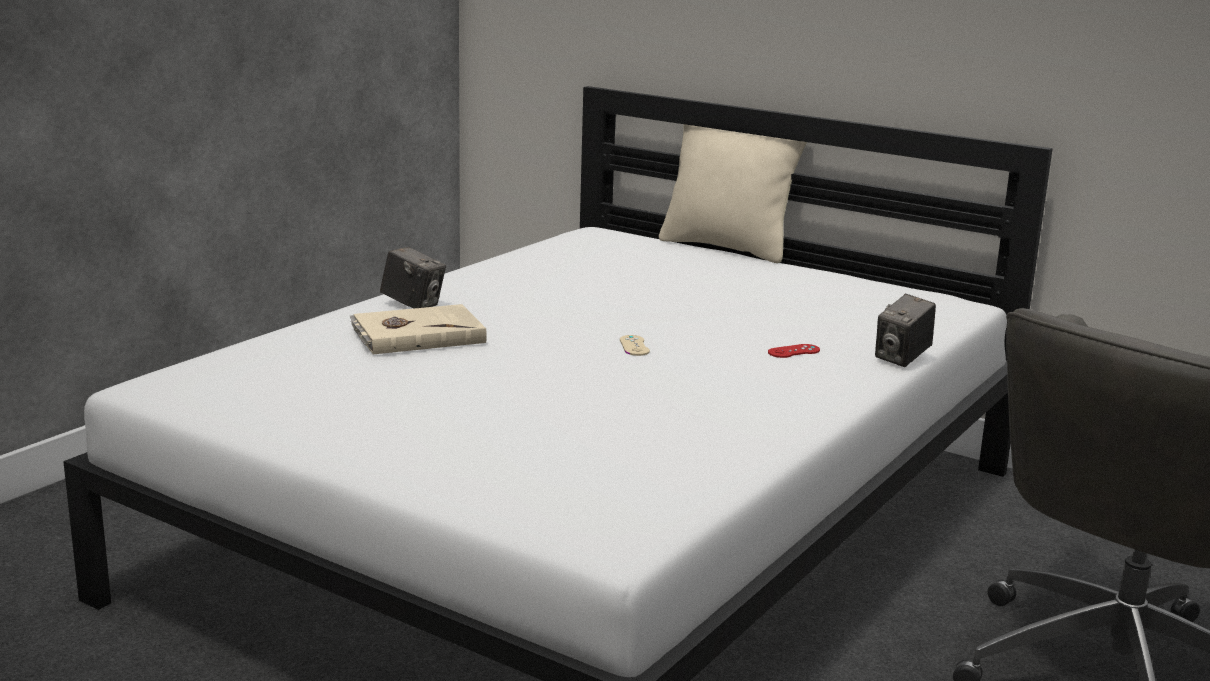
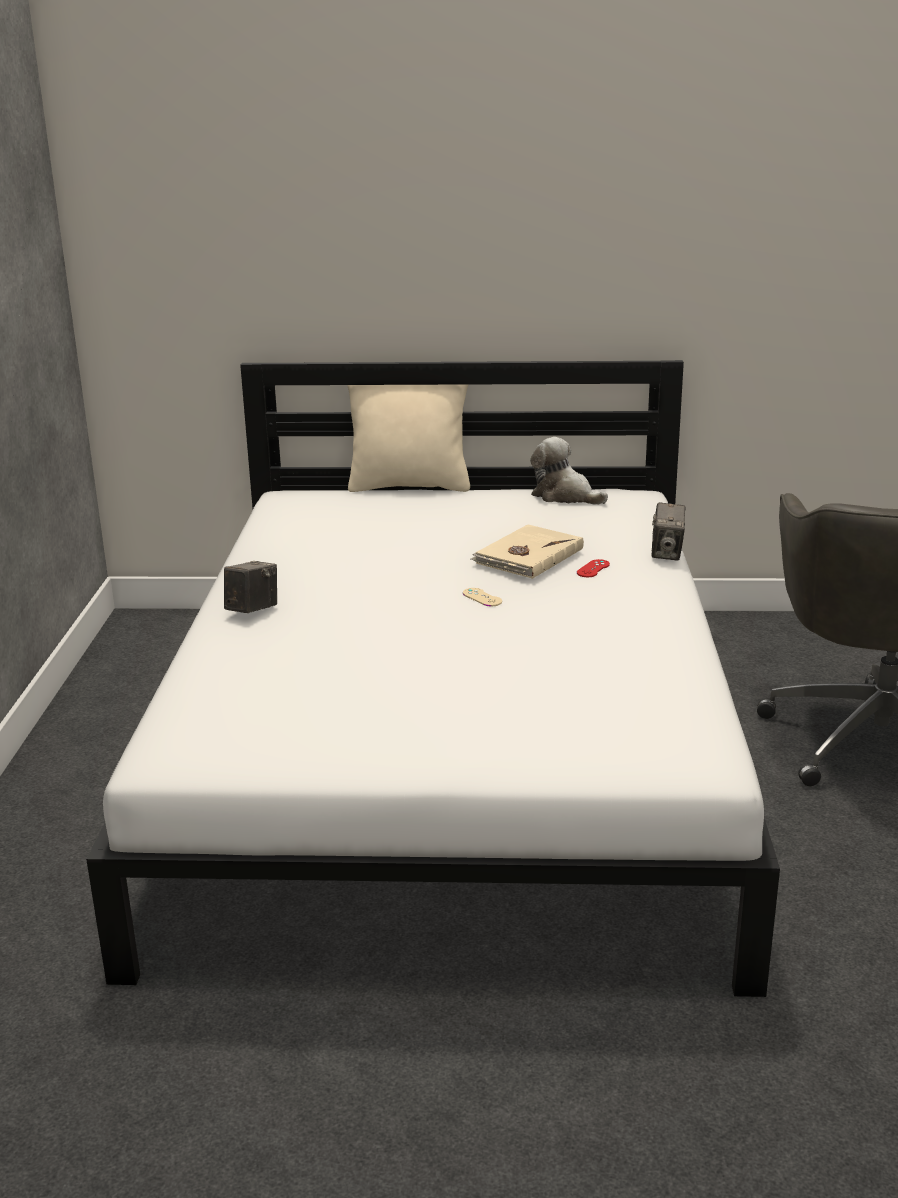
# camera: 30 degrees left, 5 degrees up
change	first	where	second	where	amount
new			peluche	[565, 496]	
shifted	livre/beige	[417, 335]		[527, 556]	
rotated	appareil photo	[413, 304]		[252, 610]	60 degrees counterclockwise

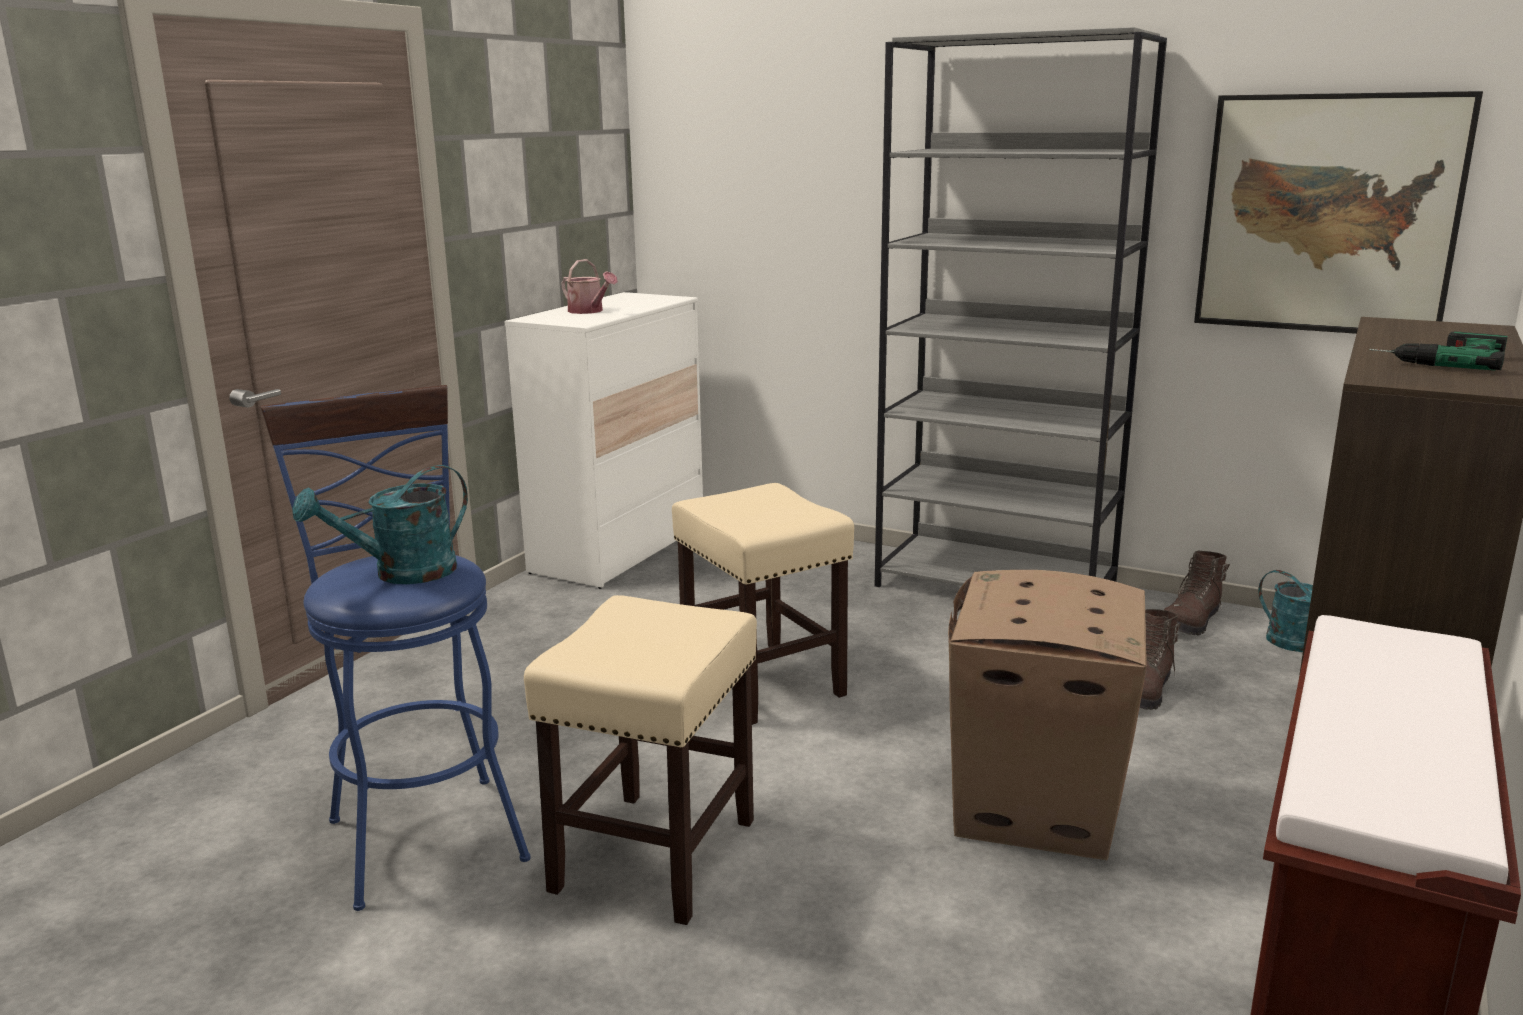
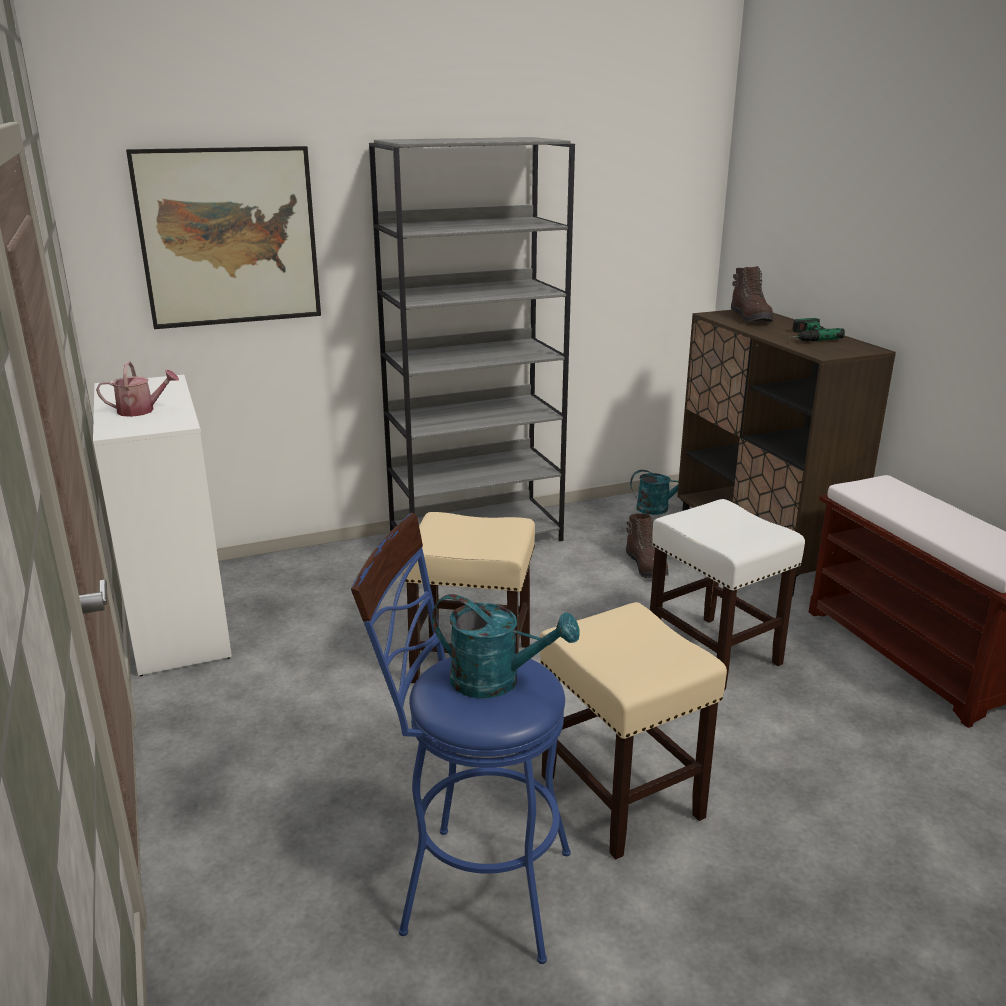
# camera: 50 degrees left, 5 degrees up
change	first	where	second	where	amount
shifted	botte/marron	[1191, 622]		[751, 318]	
shifted	tableau	[1328, 214]		[229, 237]	
swapped	carton	[1035, 809]	tabouret/blanc	[715, 653]	
rotated	arrosoir/turquoise	[401, 574]		[497, 681]	75 degrees counterclockwise

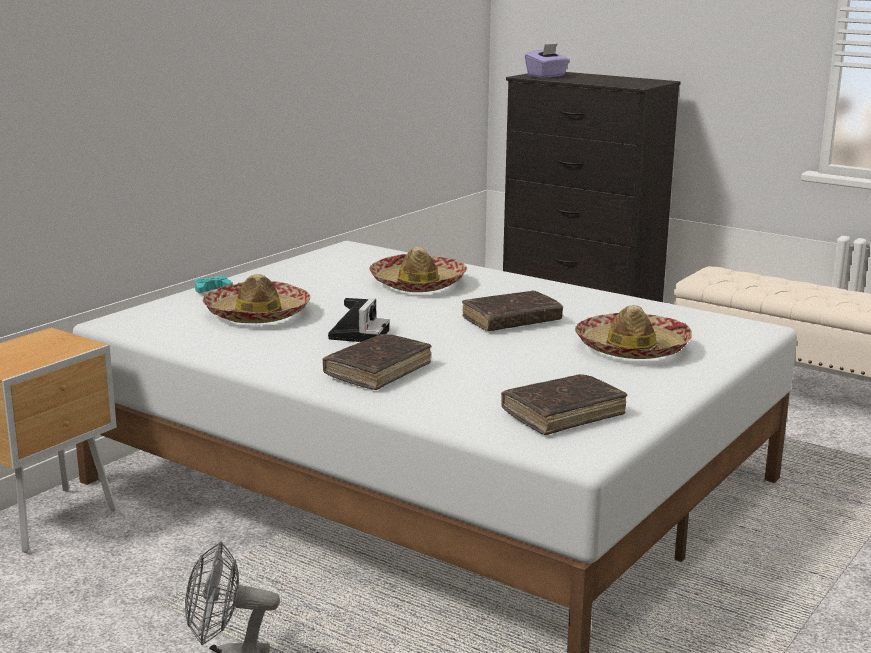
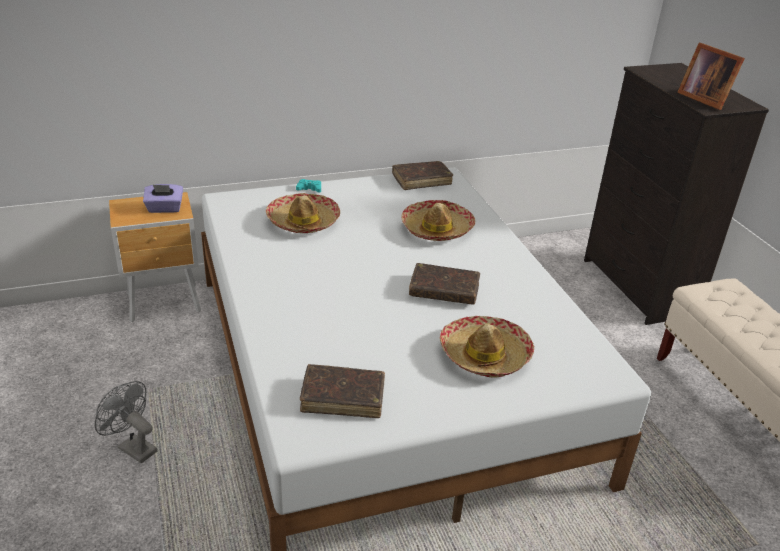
# camera: 35 degrees right, 15 degrees up
change	first	where	second	where	amount
gone	appareil photo	[358, 334]			
new			cadre photo	[704, 99]	
shifted	livre/marron	[378, 371]		[421, 180]	
shifted	boîte à mouchoirs/violet	[546, 76]		[165, 209]	

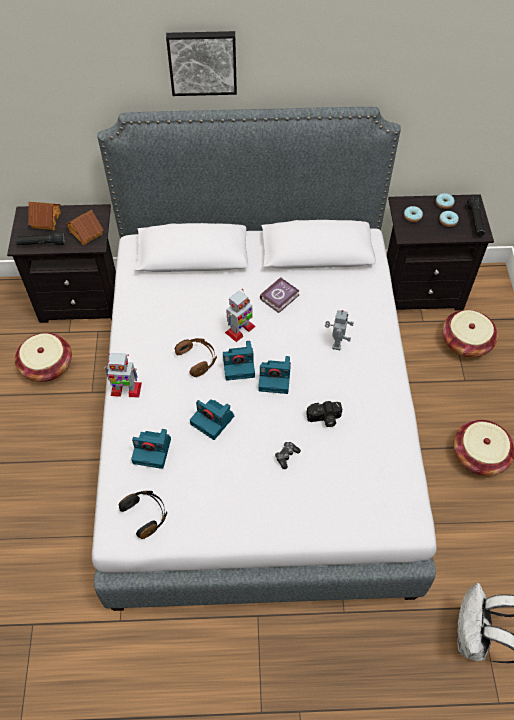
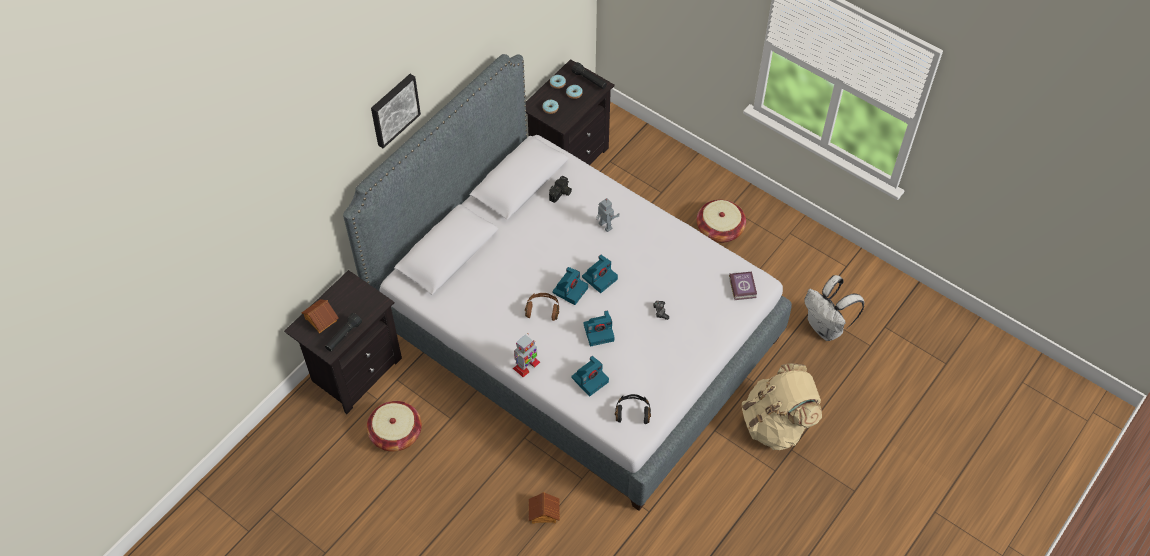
# camera: 50 degrees left, 0 degrees up
change	first	where	second	where	amount
gone	robot jouet	[240, 330]			
gone	panier	[466, 342]			
new			sac à dos/beige	[776, 424]	
shifted	maison miniature	[85, 233]		[543, 513]	
shifted	livre	[280, 297]		[743, 286]	
shifted	appareil photo	[324, 419]		[561, 194]	

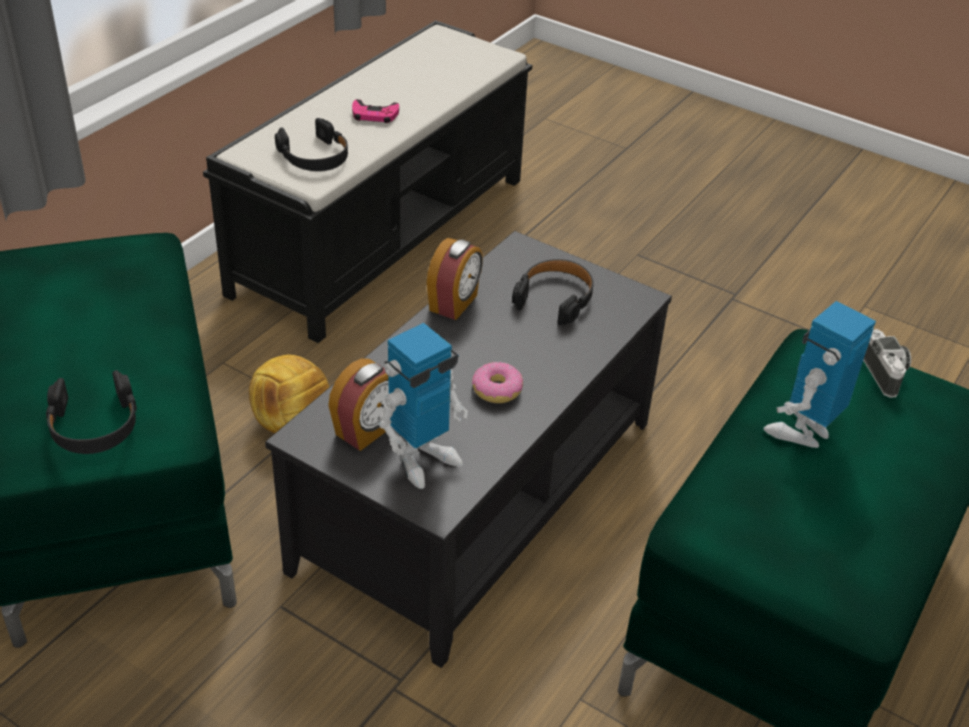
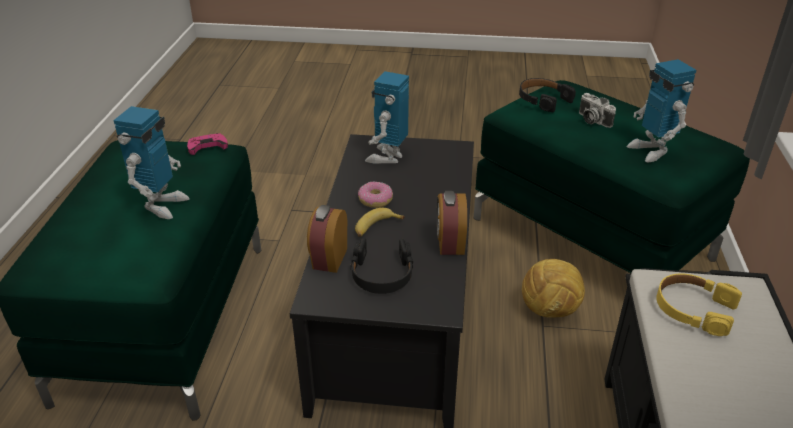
# camera: 155 degrees right, 5 degrees down
change	first	where	second	where	amount
new			banane	[376, 227]	
new			robot jouet	[651, 150]	
shifted	réveil	[367, 430]		[329, 259]	
shifted	manette/rose	[374, 115]		[207, 146]	
shifted	appareil photo	[886, 374]		[592, 120]	
repainted	casque audio/noir	[315, 156]	casque audio/jaune	[693, 309]	

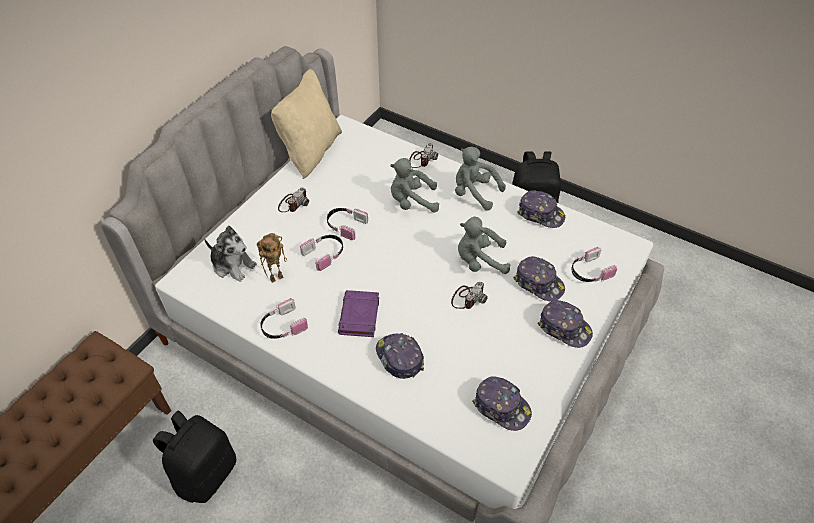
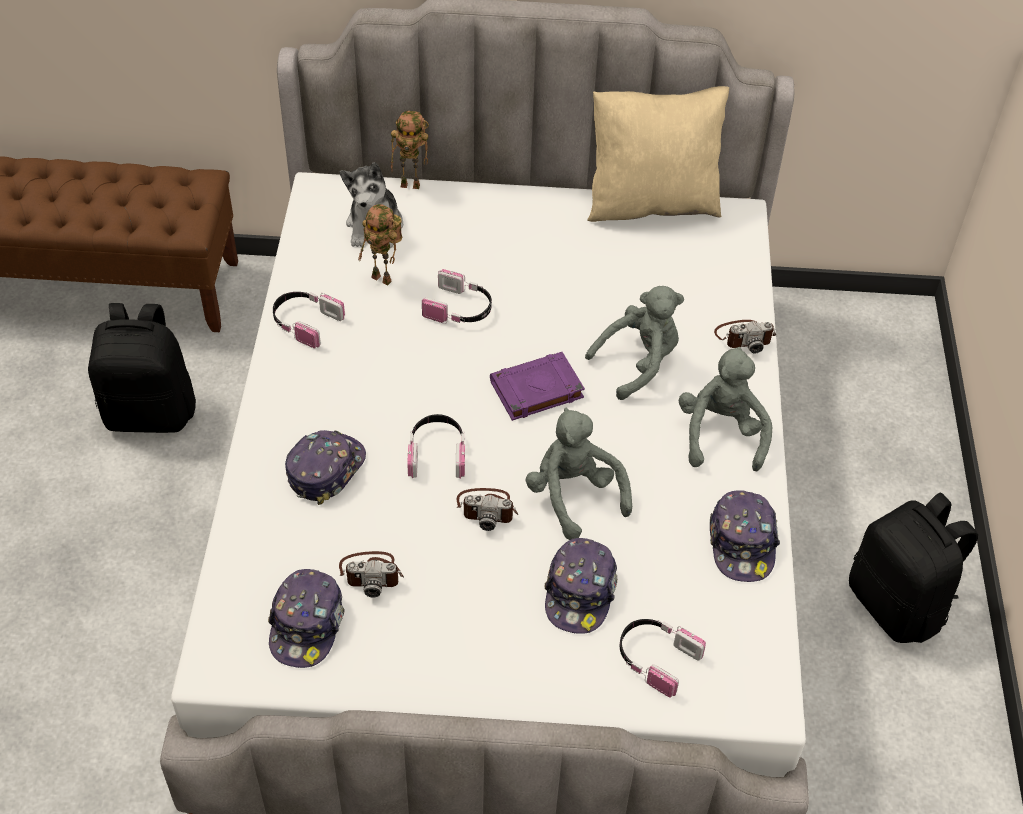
# camera: 60 degrees right, 0 degrees up
change	first	where	second	where	amount
gone	casquette	[564, 328]			
new			robot jouet	[412, 184]	
shifted	appareil photo	[293, 203]		[372, 573]	
shifted	casque audio	[345, 225]		[437, 452]	
shifted	livre/violet	[359, 316]		[536, 390]	
rotated	peluche/gris	[412, 201]		[638, 363]	90 degrees clockwise

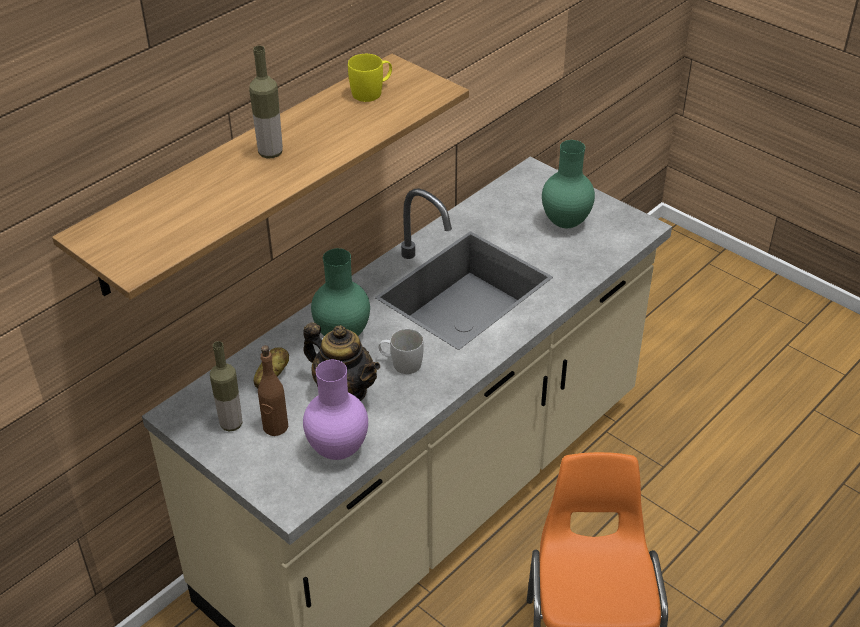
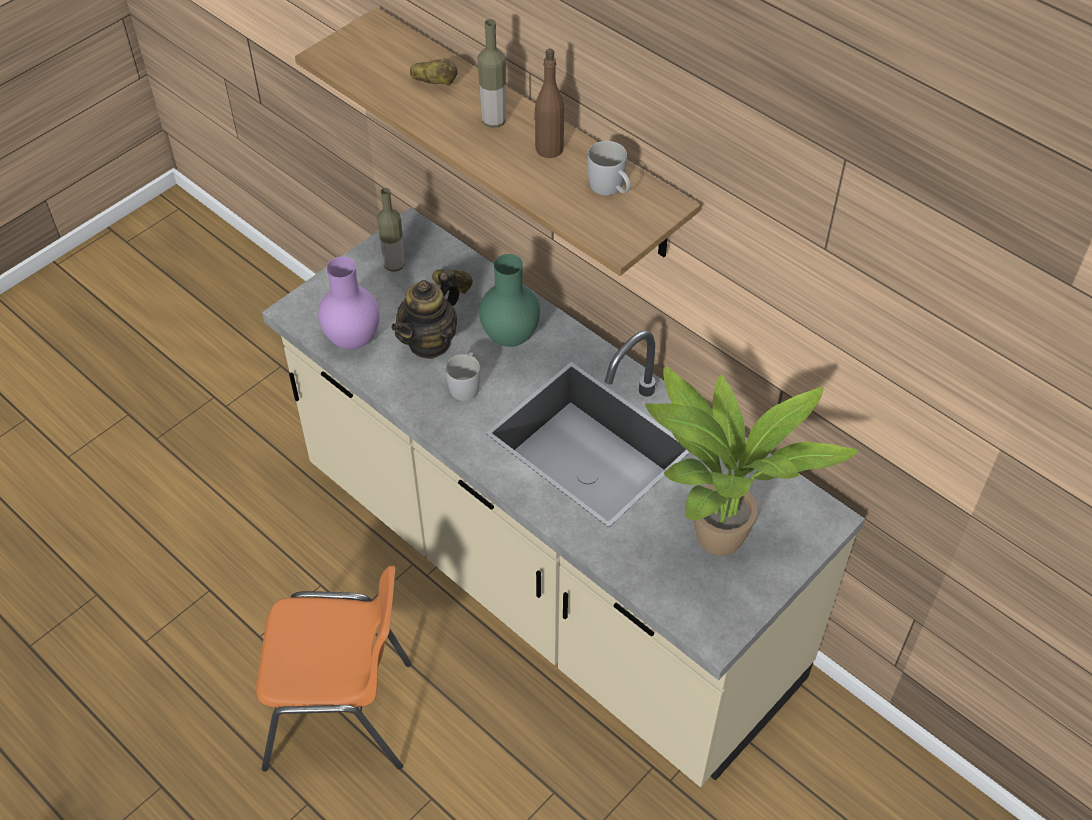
# camera: 90 degrees right, 10 degrees up
change	first	where	second	where	amount
new			pomme de terre	[435, 83]	
shifted	bouteille/marron	[275, 427]		[549, 149]	
swapped	vase/vert	[565, 222]	plante en pot	[718, 547]	
repainted	mug/jaune	[372, 92]	mug/blanc	[610, 189]	

